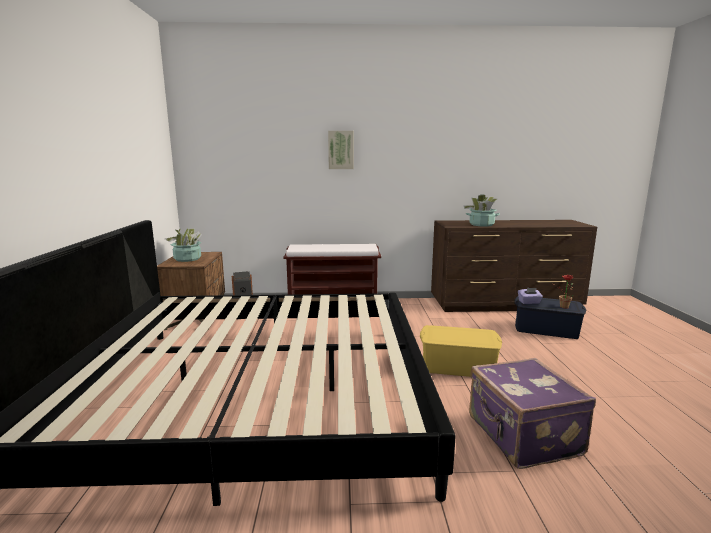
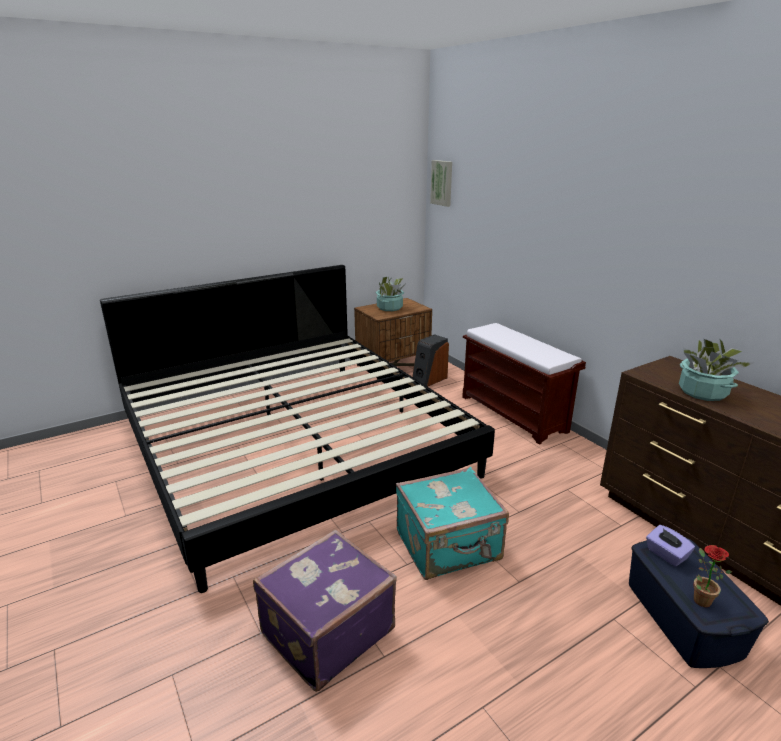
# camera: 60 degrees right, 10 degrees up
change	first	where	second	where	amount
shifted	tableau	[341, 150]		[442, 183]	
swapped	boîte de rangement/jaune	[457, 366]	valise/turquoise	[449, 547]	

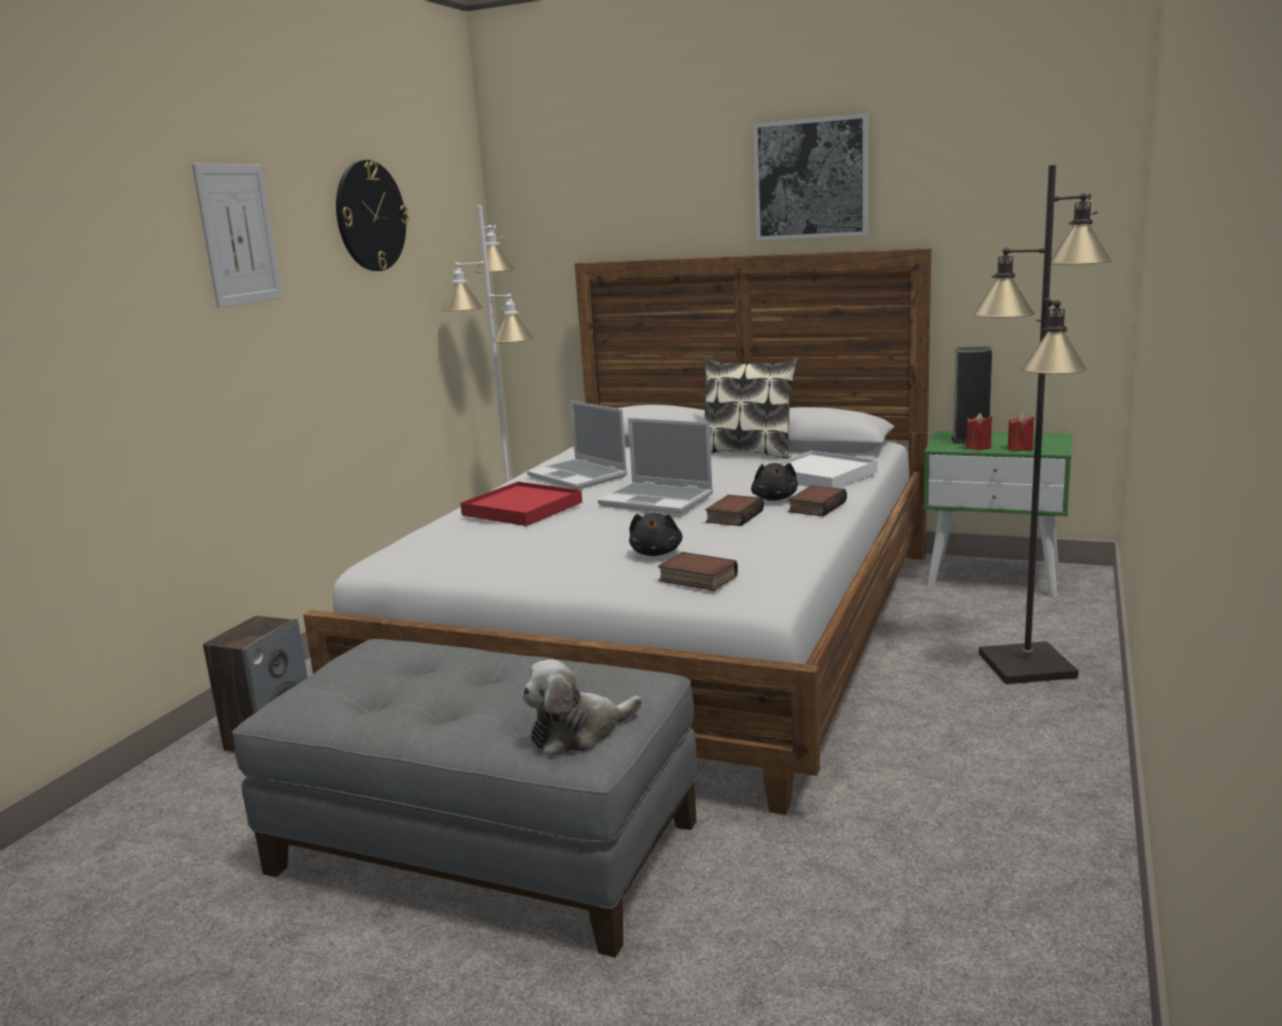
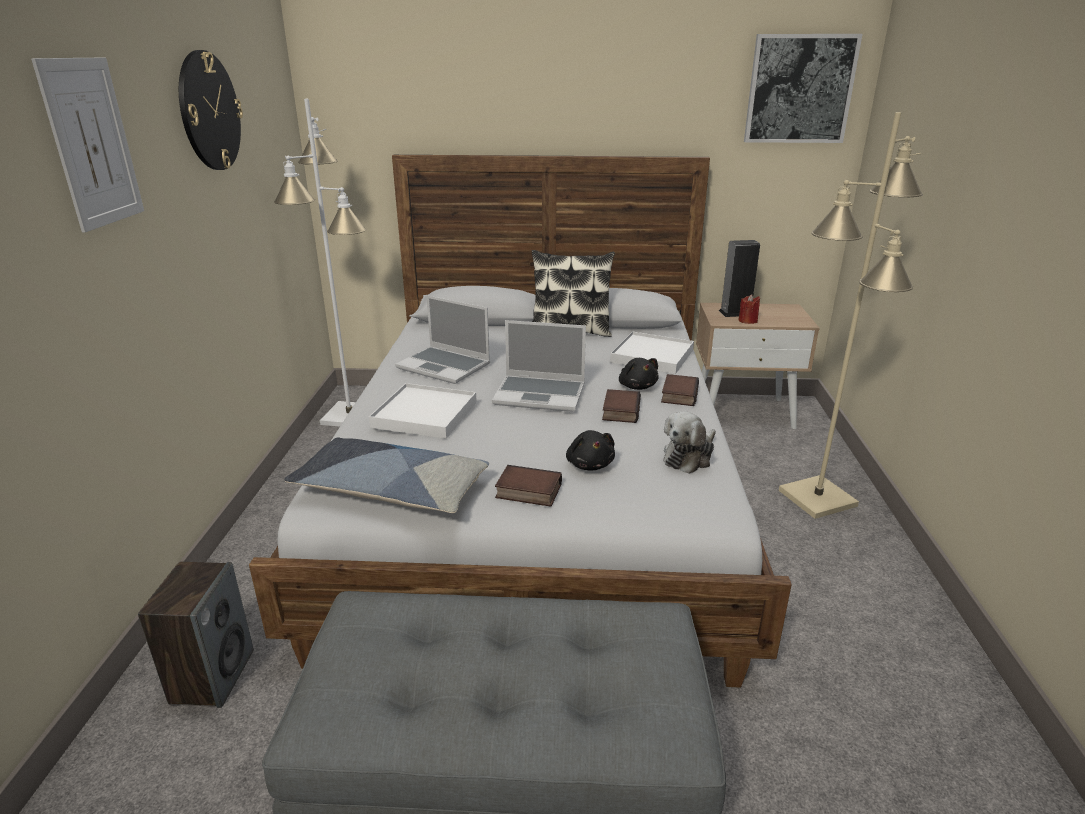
# camera: 20 degrees left, 10 degrees up
change	first	where	second	where	amount
gone	bougie/rouge	[1020, 449]			
new			coussin	[391, 490]	
shifted	peluche	[579, 733]		[689, 457]	
shifted	livre	[696, 579]		[527, 492]	
shifted	tableau	[811, 179]		[799, 89]	
repainted	plateau/rouge	[523, 509]	plateau/blanc	[425, 414]	
repainted	table de chevet/vert	[994, 576]	table de chevet/beige	[743, 412]	
repainted	lampadaire/noir	[1028, 666]	lampadaire/beige	[818, 498]	

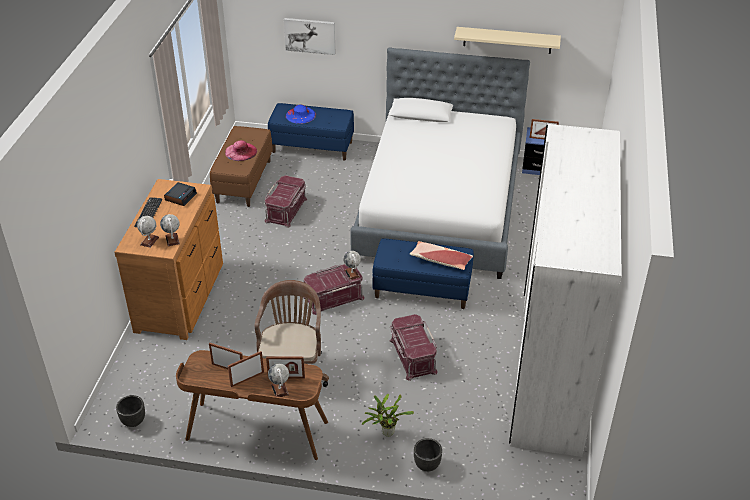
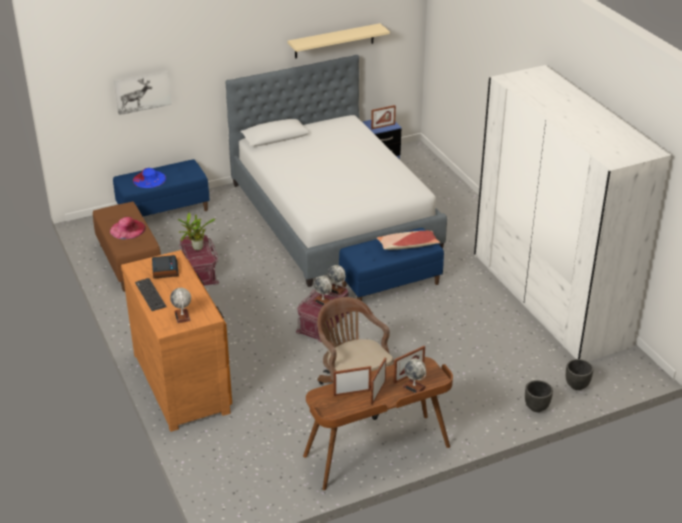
# camera: 35 degrees left, 5 degrees down
change	first	where	second	where	amount
gone	boîte de rangement/rouge	[412, 356]			
shifted	cache-pot/noir	[133, 421]		[576, 386]	
shifted	globe	[172, 240]		[323, 301]	
shifted	plante en pot	[386, 432]		[196, 248]	

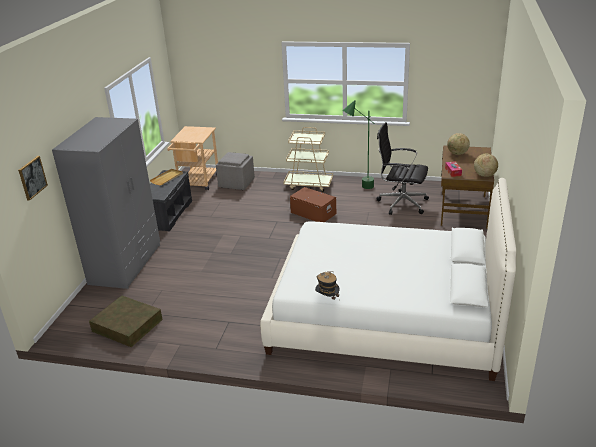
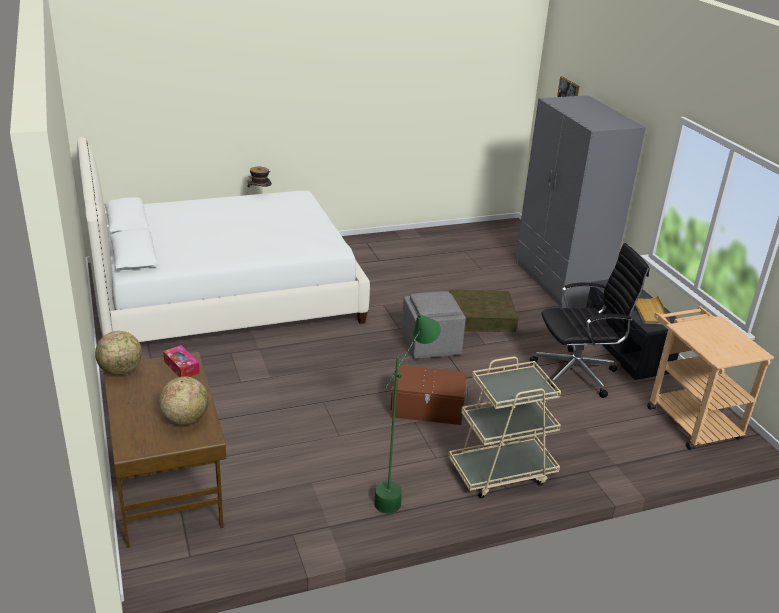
# camera: 145 degrees right, 0 degrees up
change	first	where	second	where	amount
shifted	boîte de rangement/marron	[127, 325]		[481, 317]	
shifted	pouf/gris	[236, 183]		[431, 345]	
shifted	chaise de bureau/noir	[401, 203]		[577, 374]	

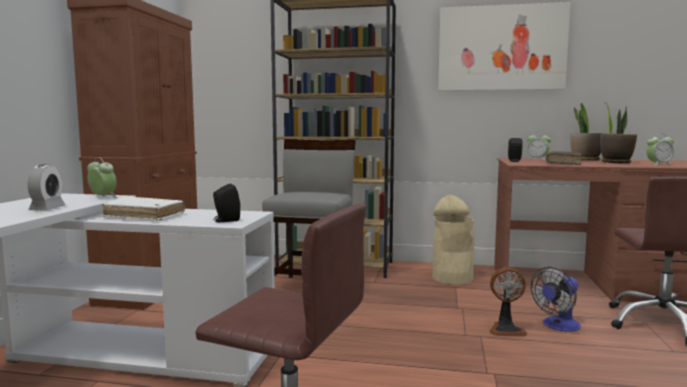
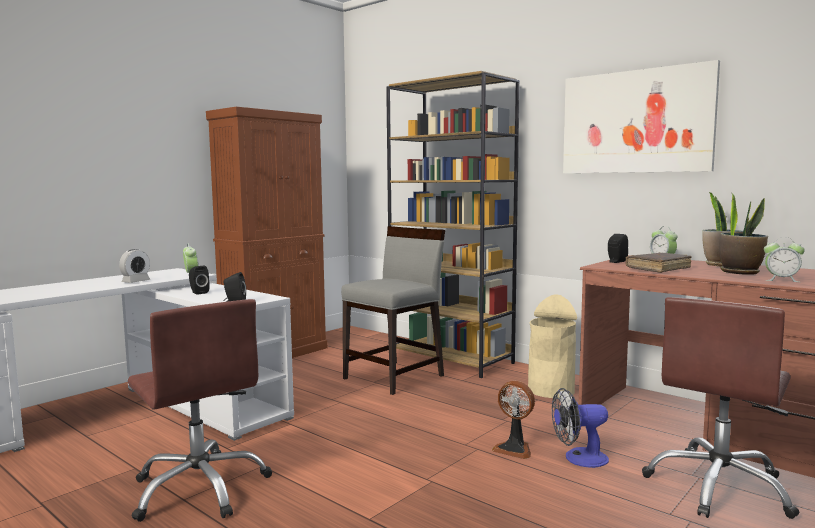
# camera: 30 degrees right, 0 degrees up
change	first	where	second	where	amount
swapped	livre/blanc	[144, 216]	enceinte/noir	[198, 292]	

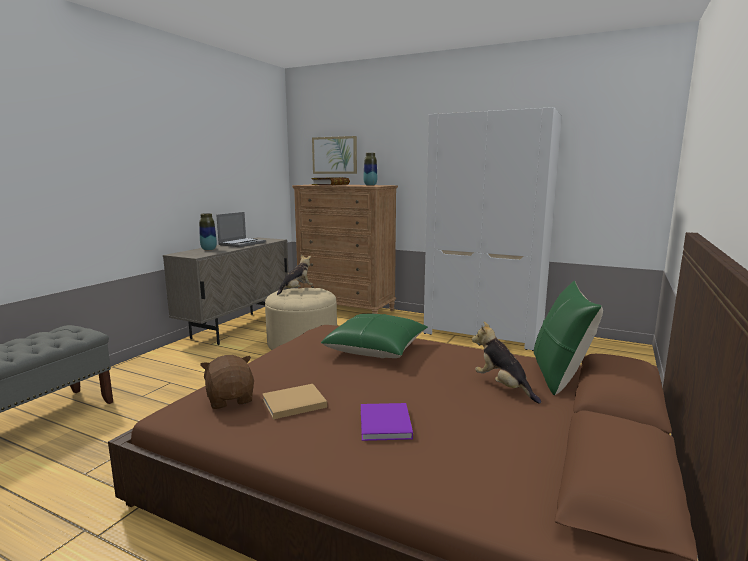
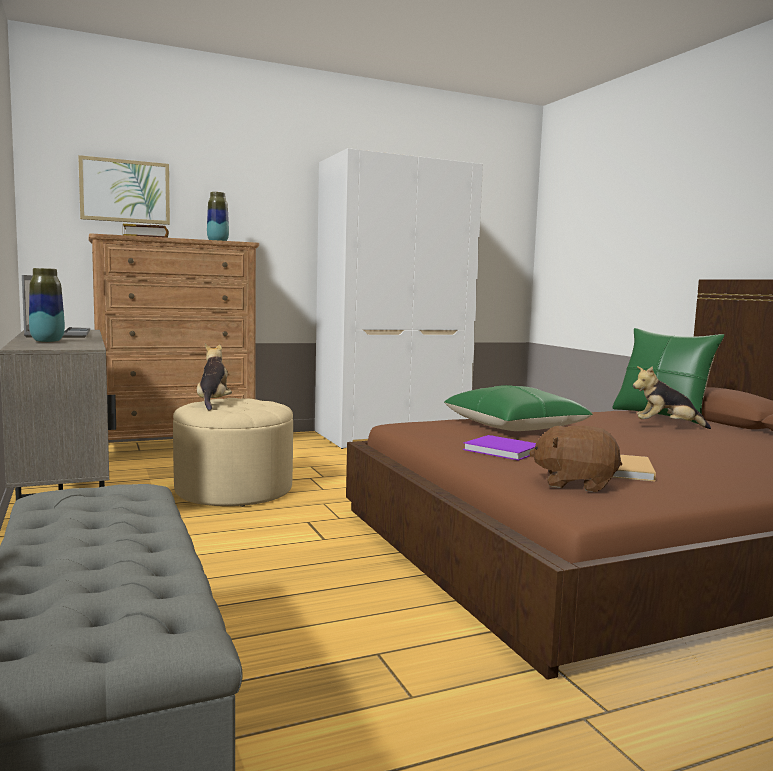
# camera: 50 degrees left, 5 degrees down
change	first	where	second	where	amount
shifted	livre/violet	[385, 425]		[504, 451]	

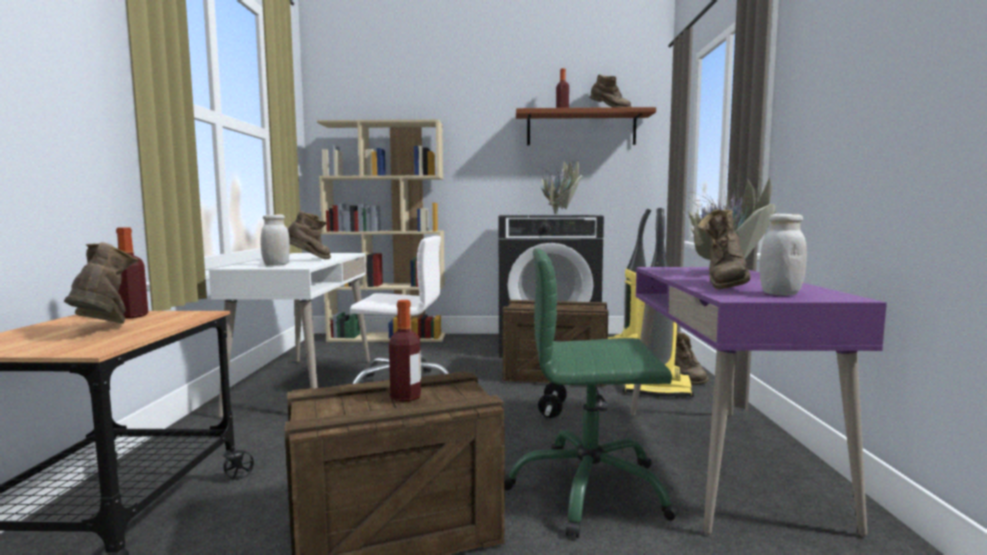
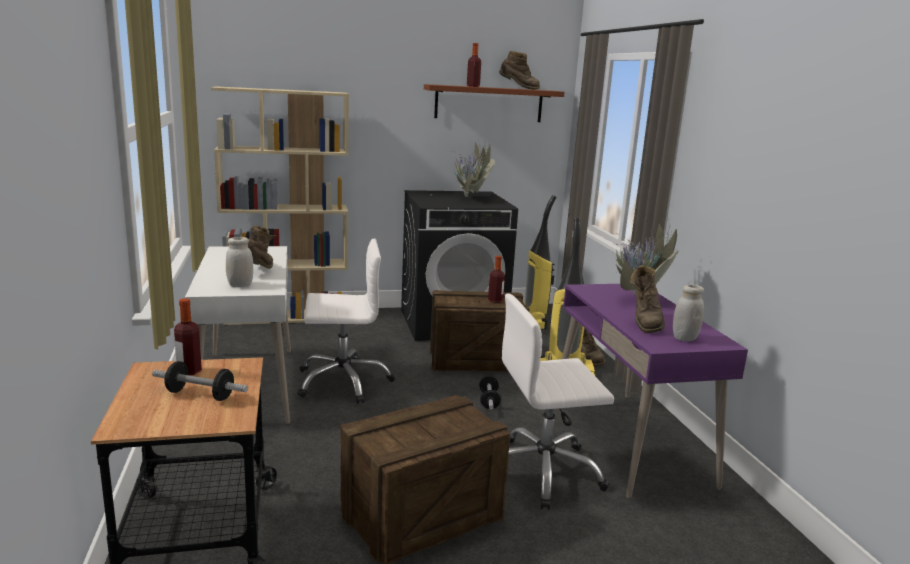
# camera: 15 degrees left, 10 degrees up
change	first	where	second	where	amount
shifted	bouteille	[406, 397]		[495, 300]	
swapped	botte/marron	[103, 330]	haltère	[200, 395]	
repainted	chaise de bureau/vert	[588, 489]	chaise de bureau/blanc	[543, 472]	

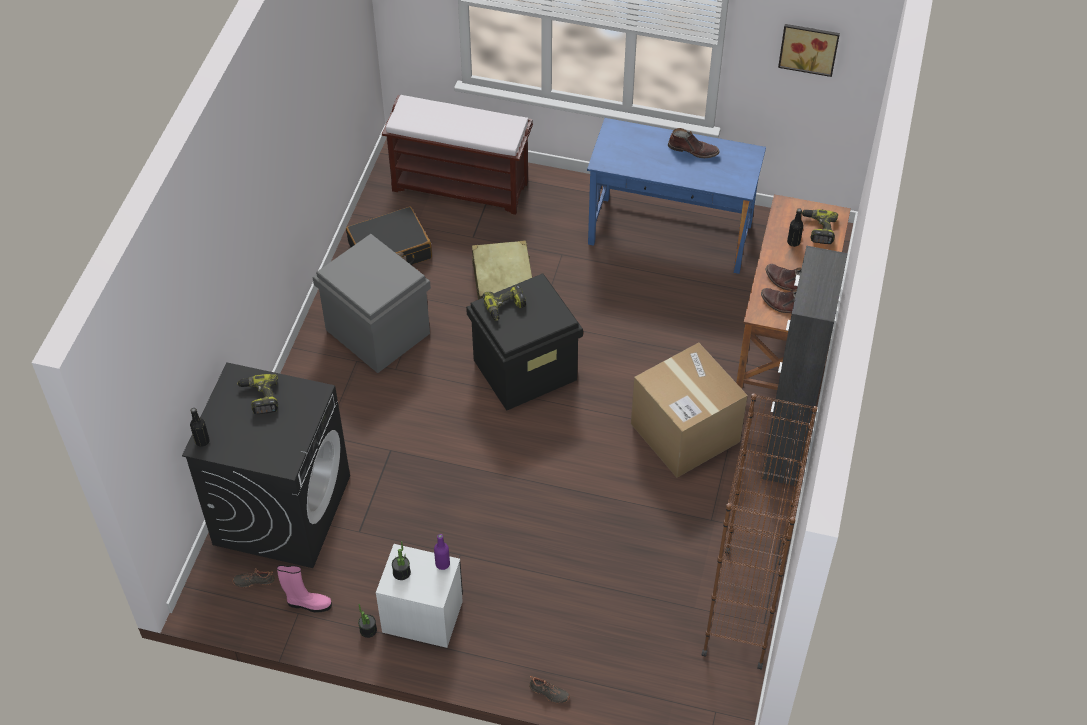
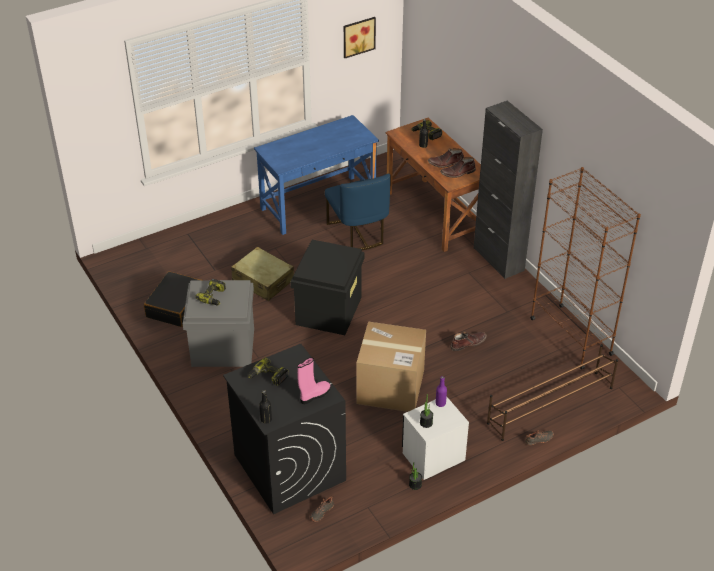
# camera: 45 degrees left, 10 degrees down
change	first	where	second	where	amount
gone	banc/marron	[461, 186]			
new			chaise/bleu	[358, 233]	
new			étagère à chaussures/marron	[549, 405]	
shifted	botte/rose	[308, 604]		[314, 395]	
shifted	perceuse	[505, 307]		[214, 297]	
shifted	carton	[685, 433]		[390, 387]	
shifted	botte/marron	[693, 150]		[467, 343]	

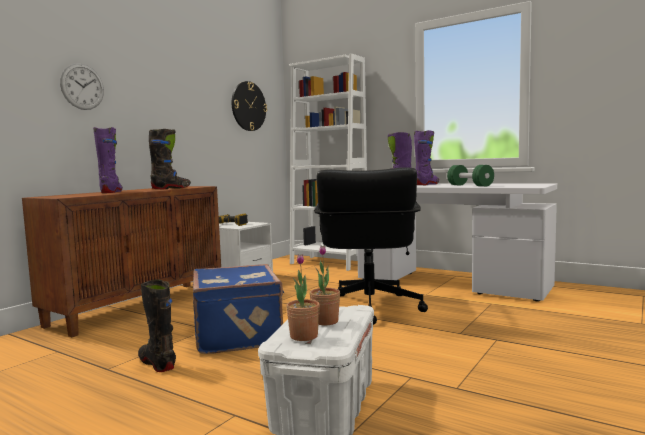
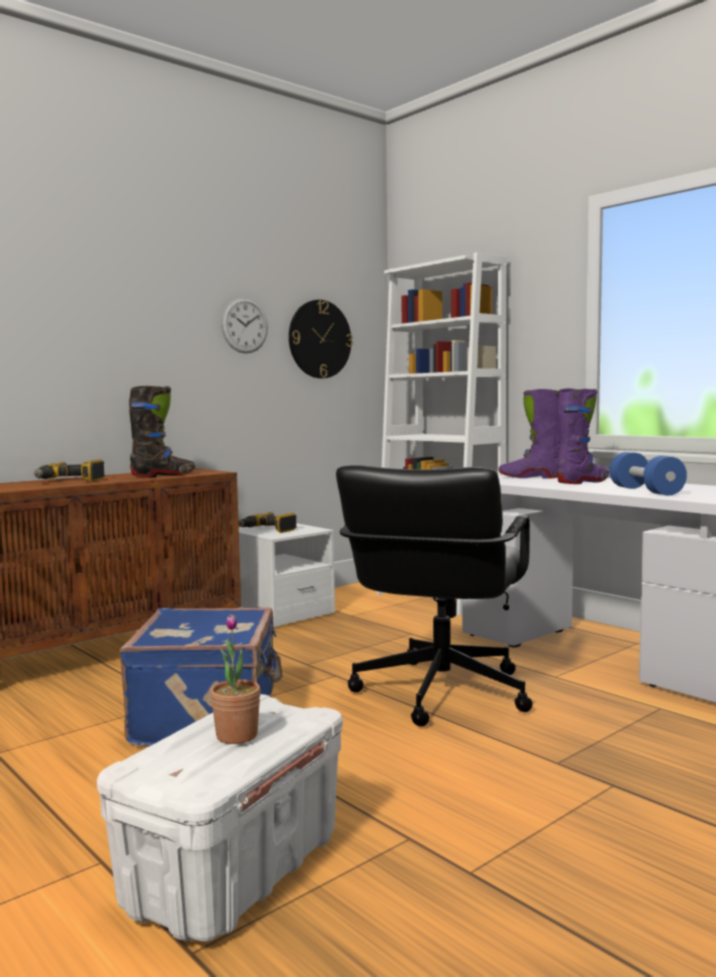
# camera: 15 degrees right, 0 degrees up
change	first	where	second	where	amount
gone	botte/noir	[157, 363]			
gone	plante en pot	[304, 336]			
shifted	horloge murale	[82, 86]		[244, 325]	
swapped	botte/violet	[111, 192]	perceuse	[70, 481]	
repainted	haltère/vert	[470, 185]	haltère/bleu	[646, 491]	

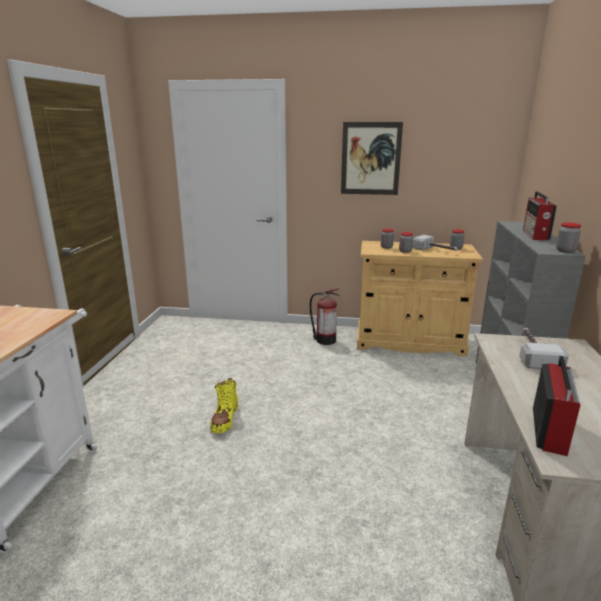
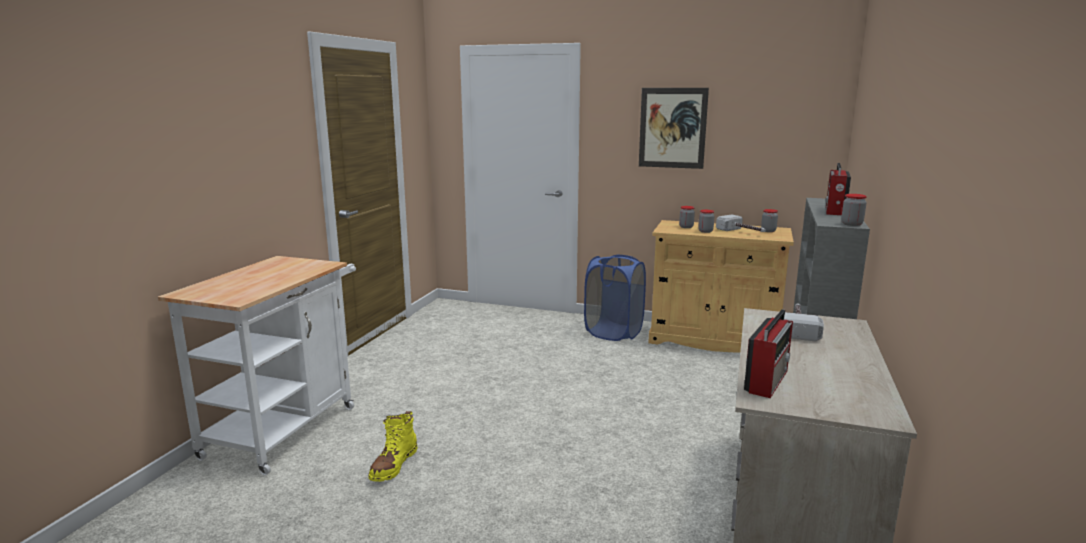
# camera: 10 degrees right, 5 degrees down
change	first	where	second	where	amount
shifted	botte/jaune	[225, 419]		[394, 465]	
swapped	extincteur	[324, 340]	panier à linge/bleu	[613, 332]	

